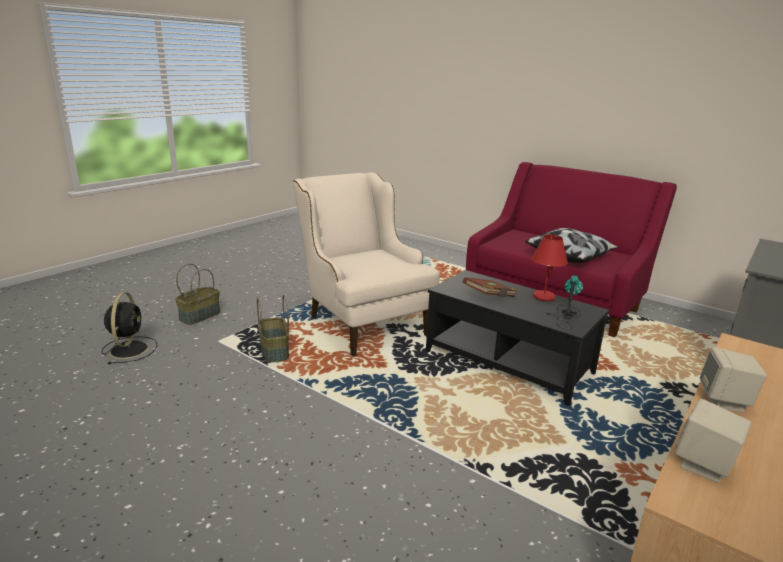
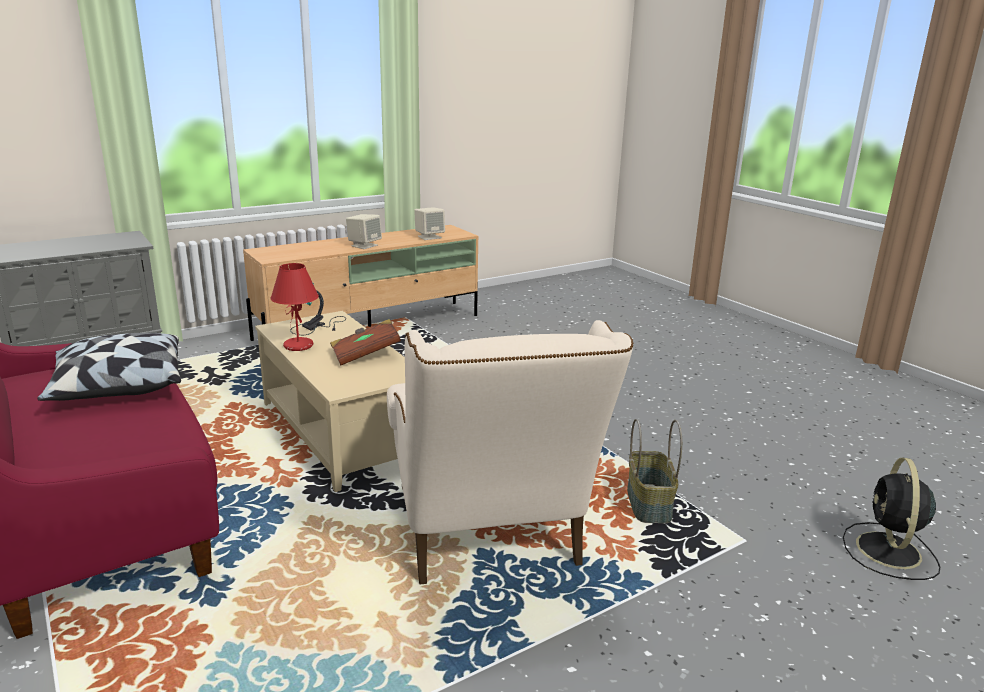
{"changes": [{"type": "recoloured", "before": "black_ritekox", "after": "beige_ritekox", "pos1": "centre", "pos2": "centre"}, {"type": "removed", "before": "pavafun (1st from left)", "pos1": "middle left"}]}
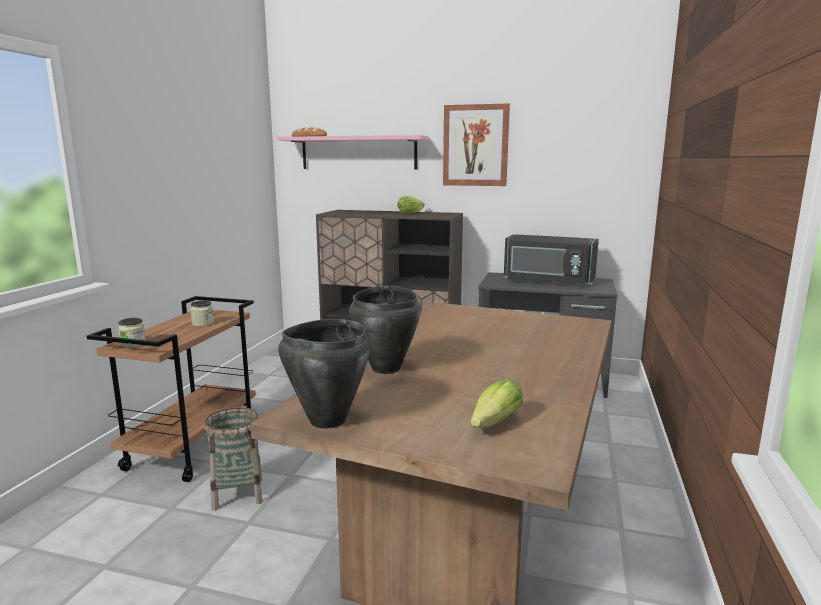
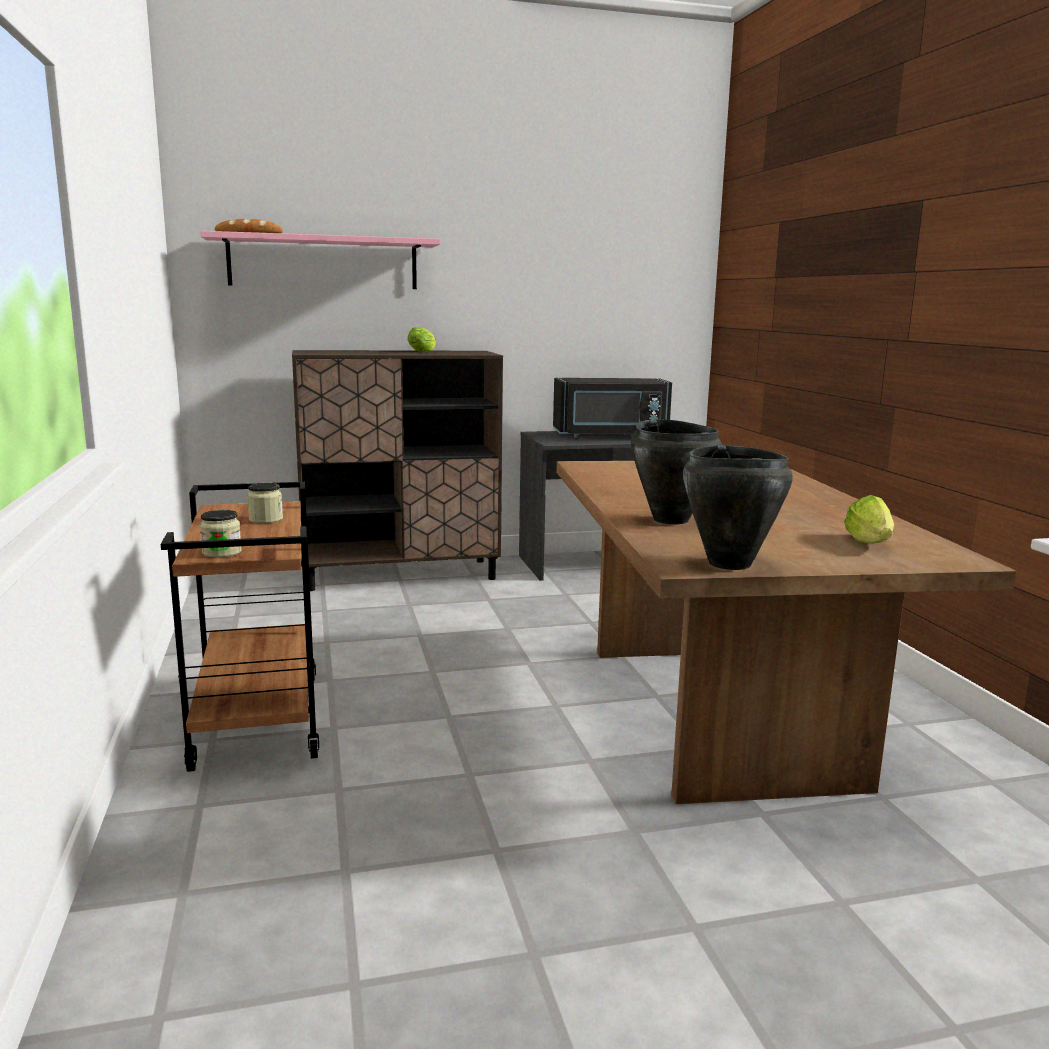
{"changes": [{"type": "removed", "before": "pavafun", "pos1": "bottom left"}, {"type": "removed", "before": "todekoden", "pos1": "top centre"}]}
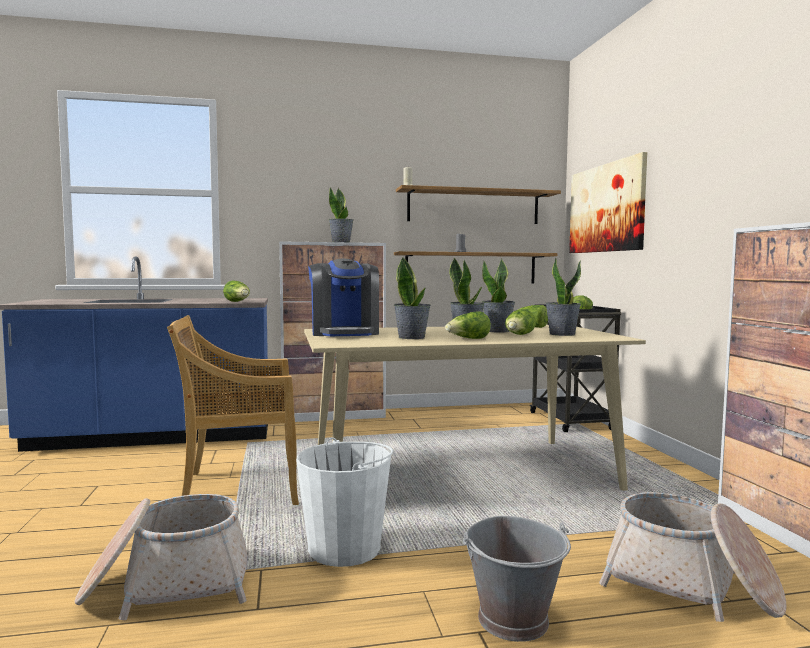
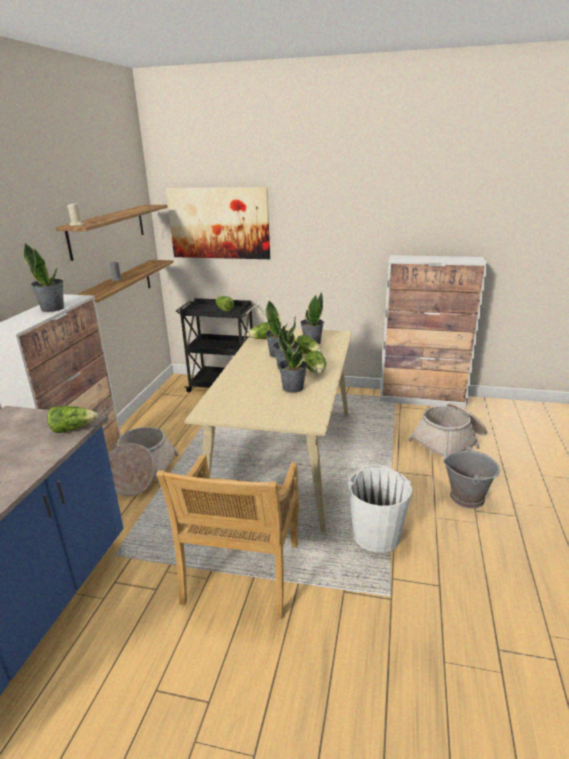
{"changes": [{"type": "moved", "before": "pavafun (1st from left)", "pos1": "bottom left", "pos2": "middle left"}, {"type": "removed", "before": "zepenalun", "pos1": "centre"}]}
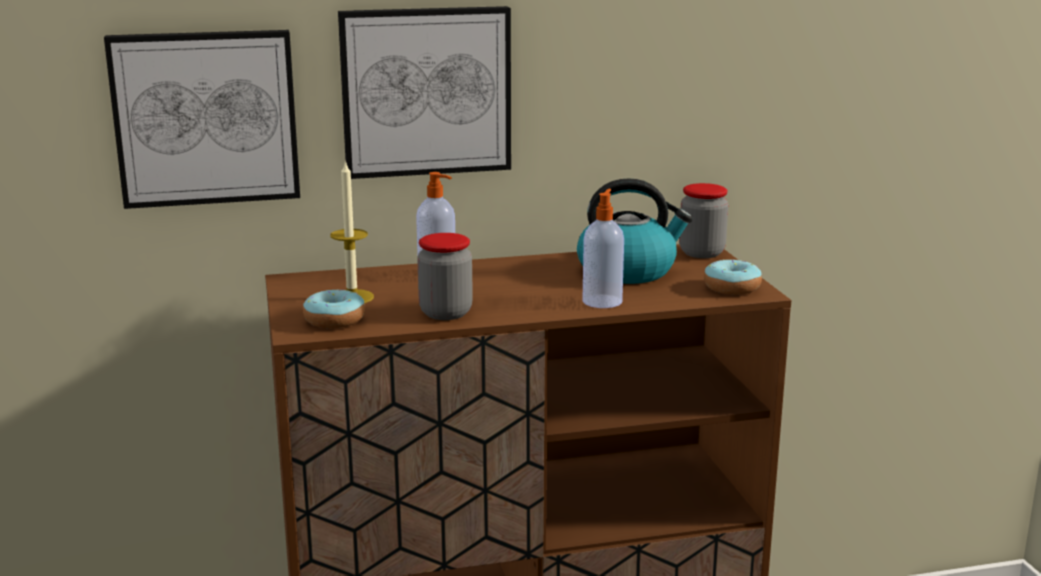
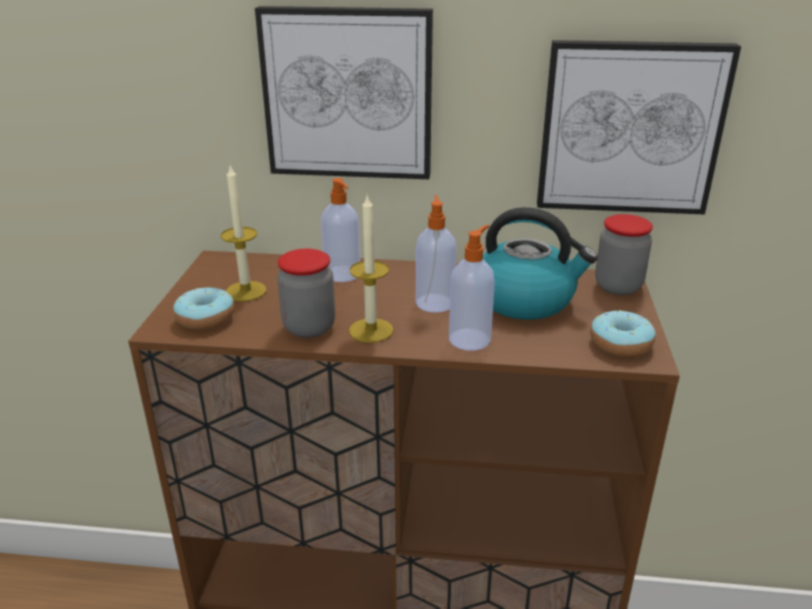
{"changes": [{"type": "added", "after": "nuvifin (2nd from left)", "pos2": "centre"}, {"type": "added", "after": "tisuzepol (2nd from left)", "pos2": "centre"}, {"type": "moved", "before": "todekoden (1st from left in the first image)", "after": "todekoden (2nd from left)", "pos1": "top left", "pos2": "top right"}]}
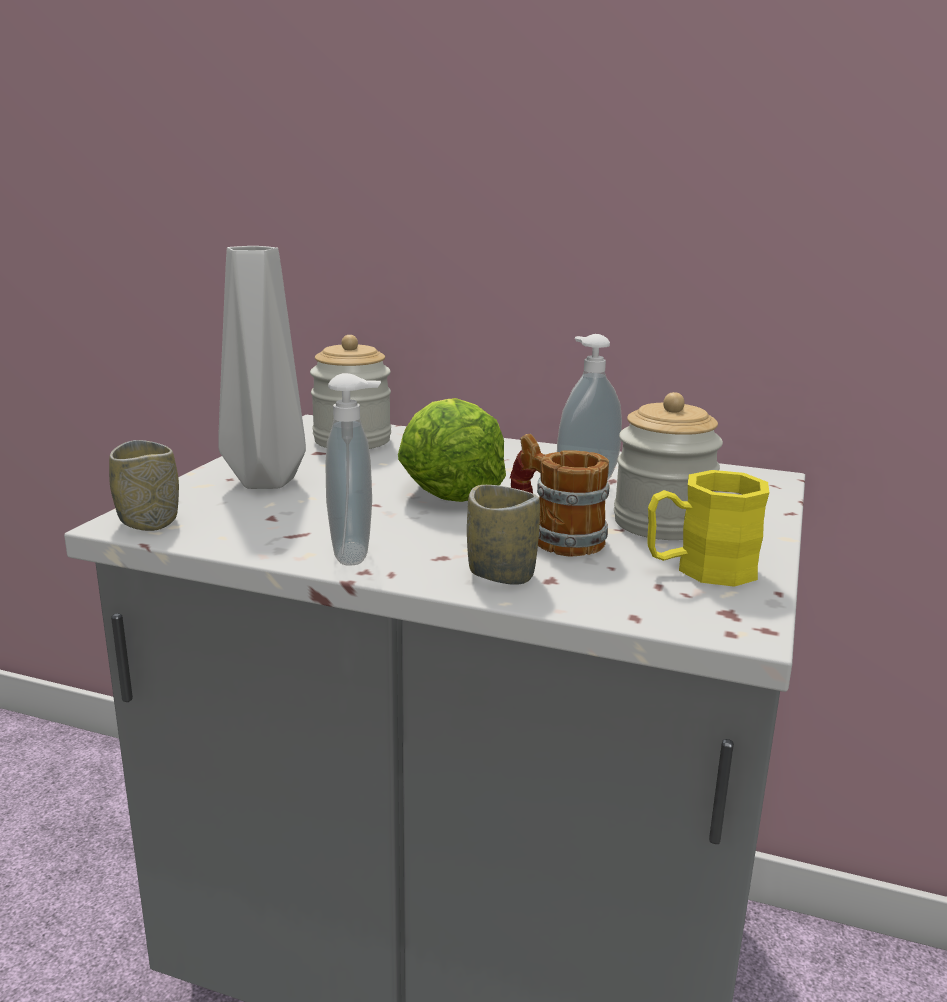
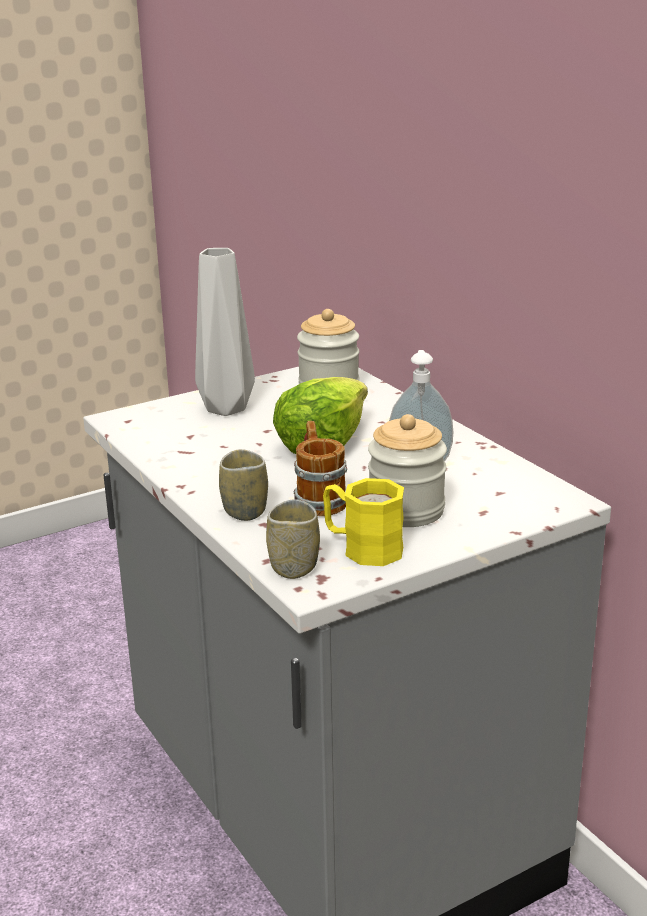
{"changes": [{"type": "moved", "before": "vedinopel (1st from left in the first image)", "after": "vedinopel (2nd from left)", "pos1": "middle left", "pos2": "centre"}, {"type": "removed", "before": "tisuzepol (1st from left)", "pos1": "centre"}]}
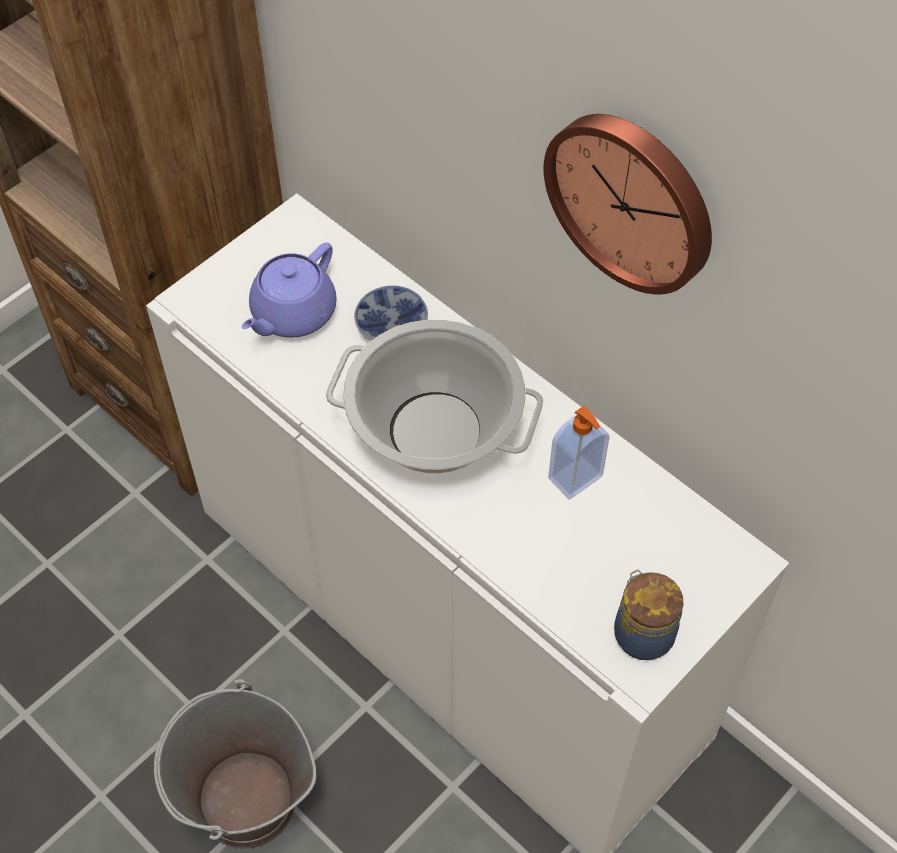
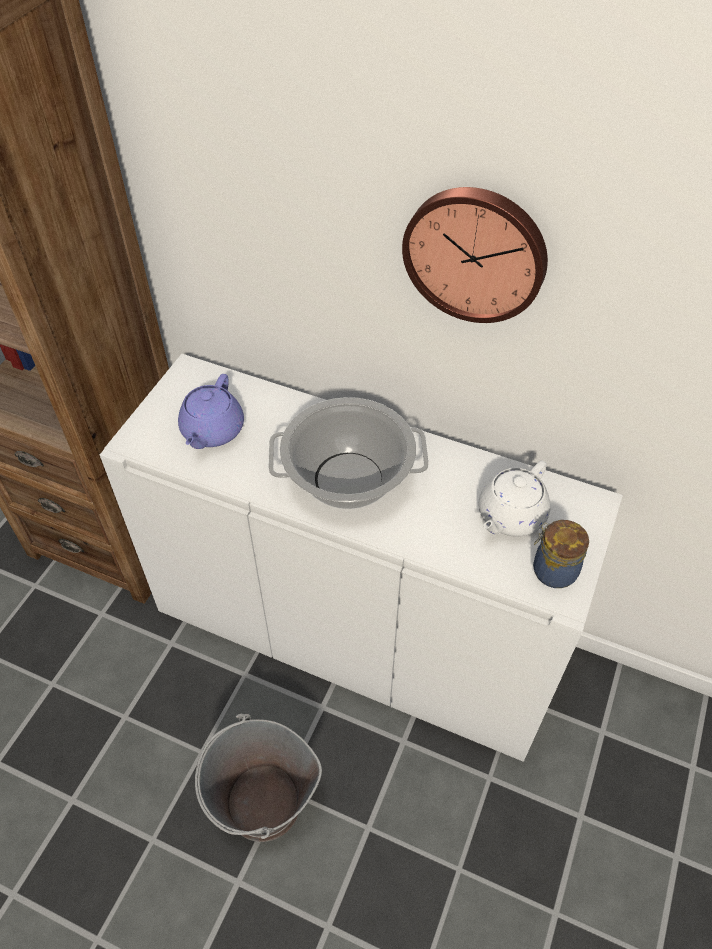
{"changes": [{"type": "added", "after": "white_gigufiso", "pos2": "middle right"}, {"type": "removed", "before": "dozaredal", "pos1": "centre"}, {"type": "removed", "before": "tisuzepol", "pos1": "centre"}]}
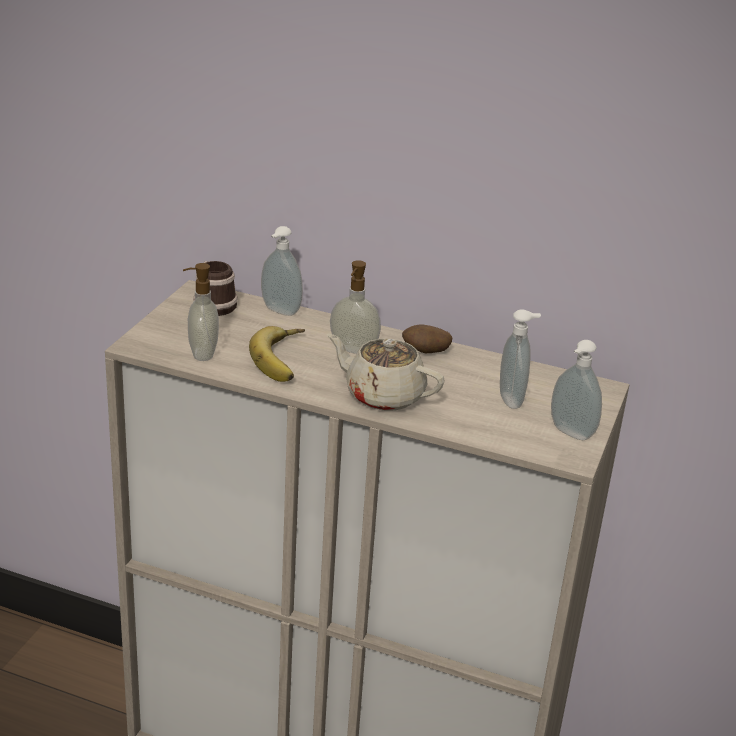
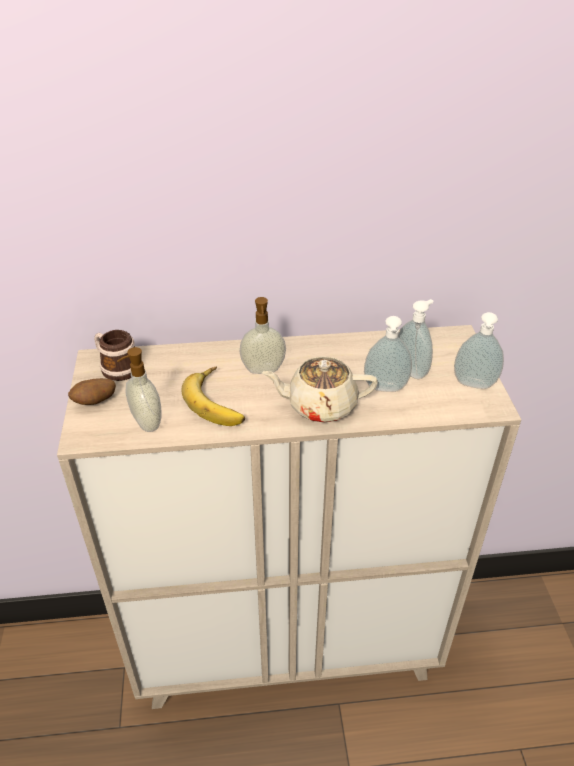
{"changes": [{"type": "moved", "before": "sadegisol", "pos1": "centre", "pos2": "middle left"}, {"type": "moved", "before": "tisuzepol (2nd from left in the first image)", "after": "tisuzepol (3rd from left)", "pos1": "centre", "pos2": "middle right"}]}
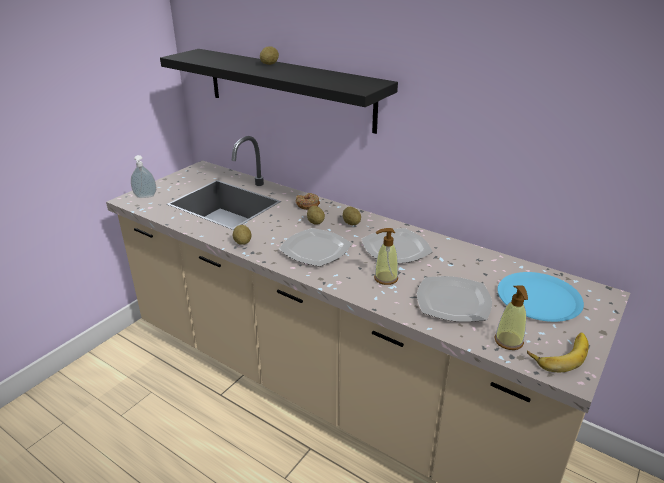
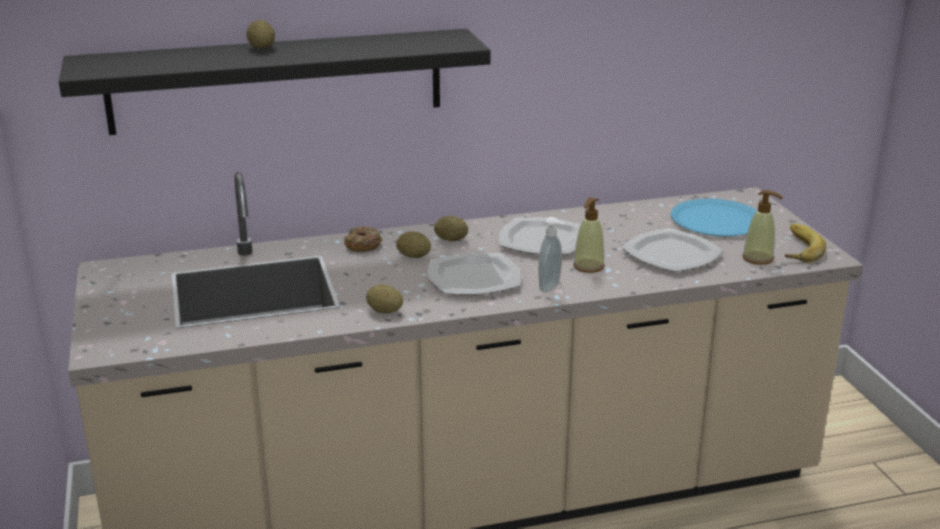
{"changes": [{"type": "moved", "before": "tisuzepol (1st from left)", "pos1": "middle left", "pos2": "centre"}]}
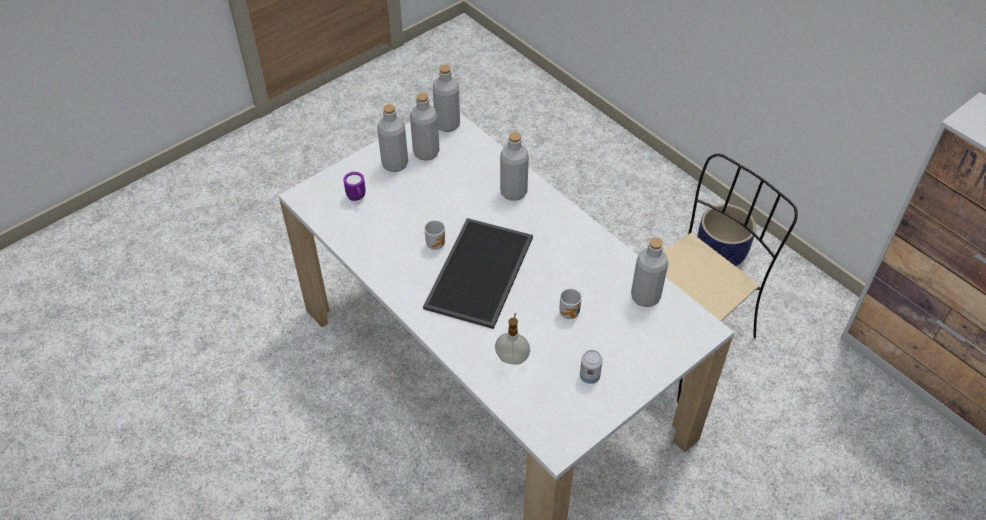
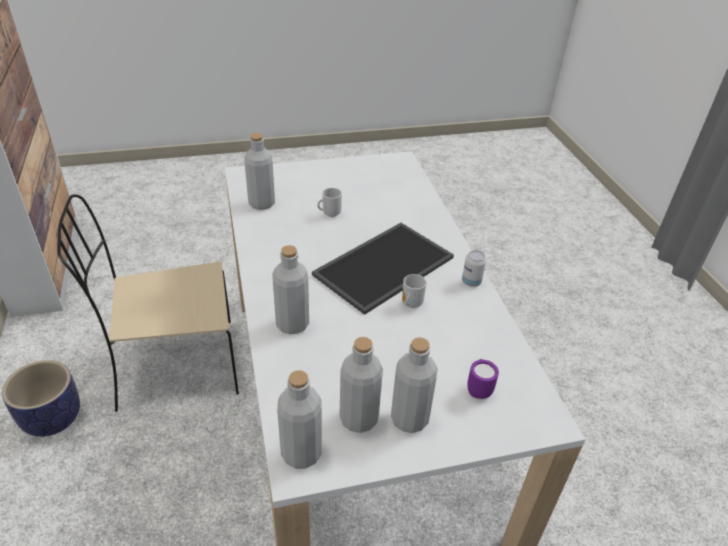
{"changes": [{"type": "moved", "before": "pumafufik", "pos1": "bottom centre", "pos2": "centre"}, {"type": "removed", "before": "tisuzepol", "pos1": "centre"}]}
